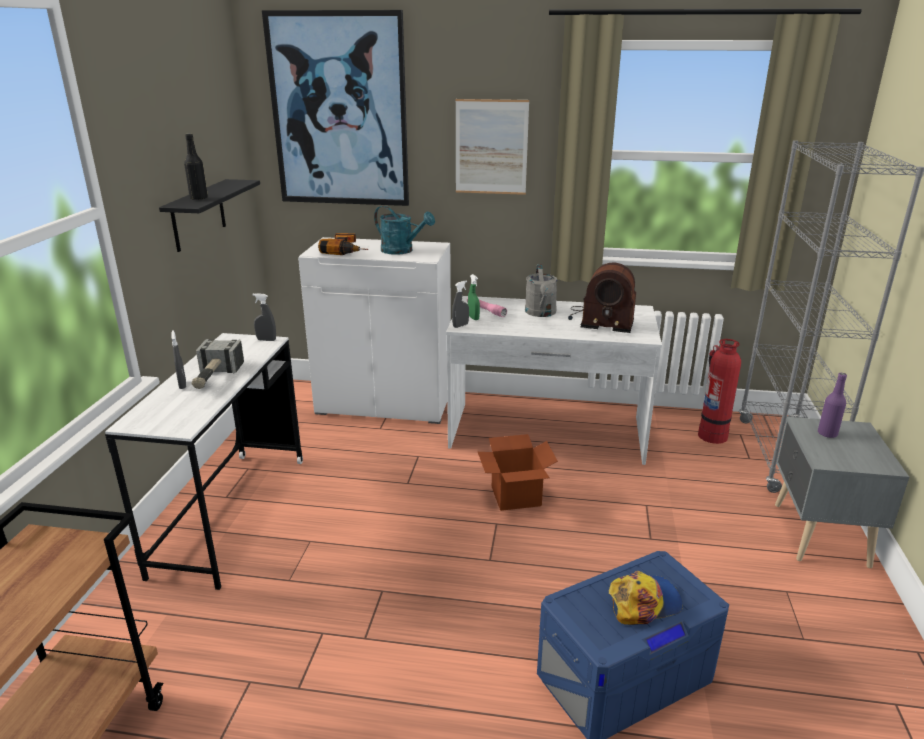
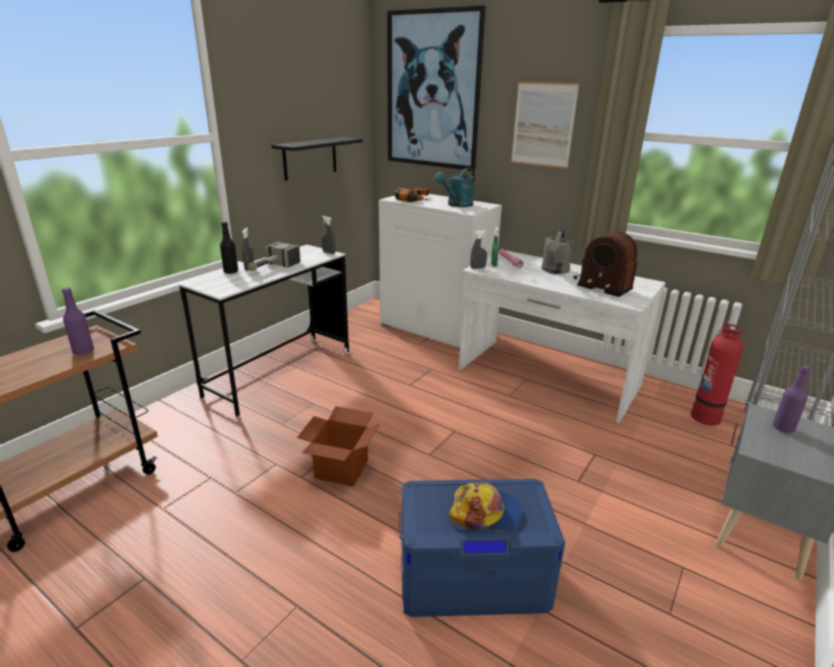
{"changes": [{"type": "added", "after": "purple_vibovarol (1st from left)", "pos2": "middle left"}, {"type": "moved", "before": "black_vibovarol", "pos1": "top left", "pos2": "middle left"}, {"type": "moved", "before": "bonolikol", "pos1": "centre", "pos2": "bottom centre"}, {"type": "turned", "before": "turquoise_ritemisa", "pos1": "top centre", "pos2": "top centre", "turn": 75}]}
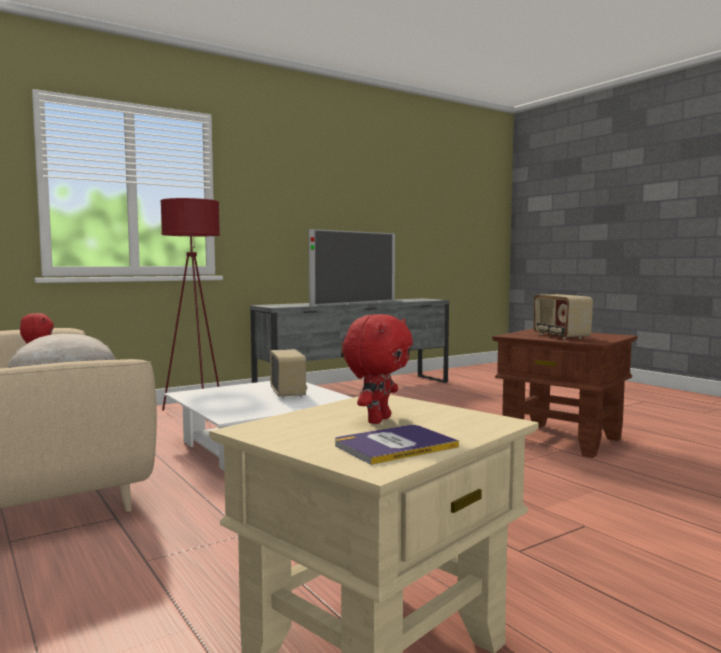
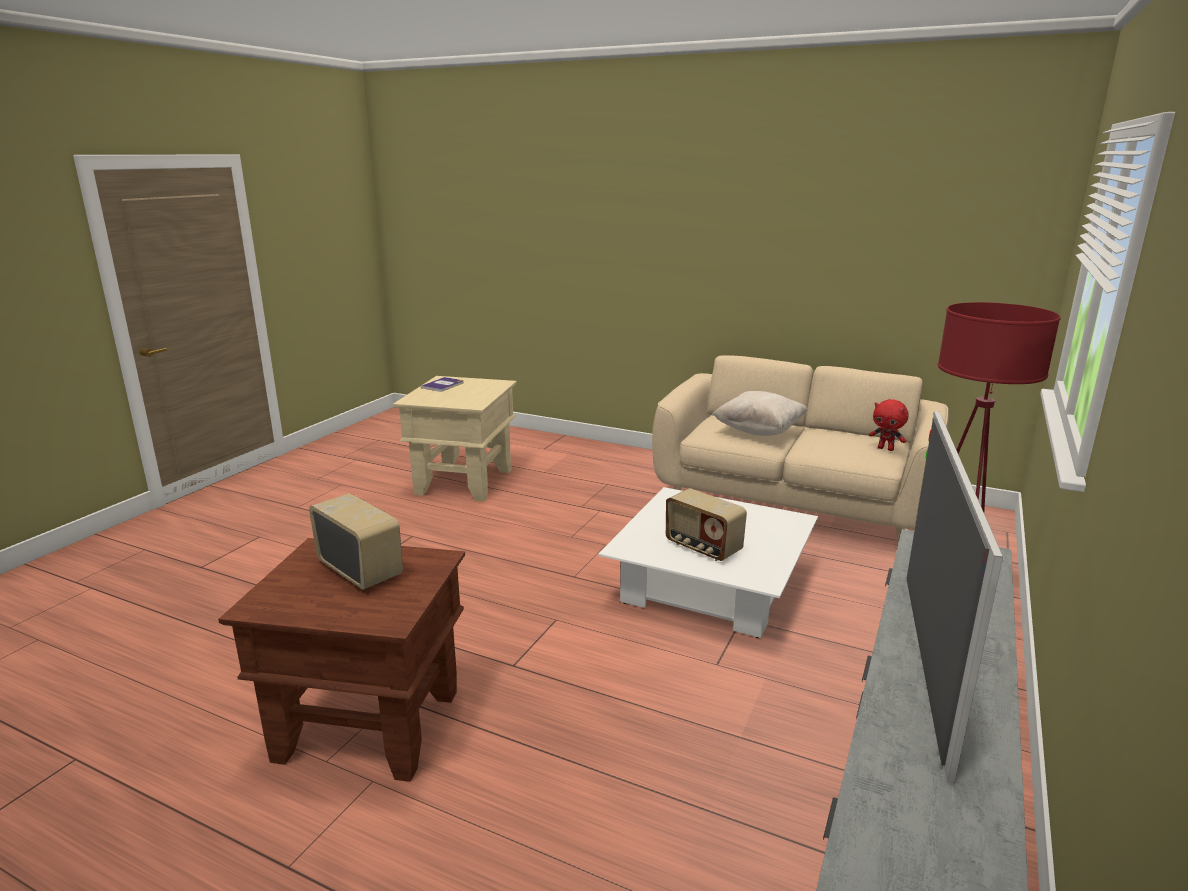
{"changes": [{"type": "removed", "before": "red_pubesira (2nd from left)", "pos1": "centre"}]}
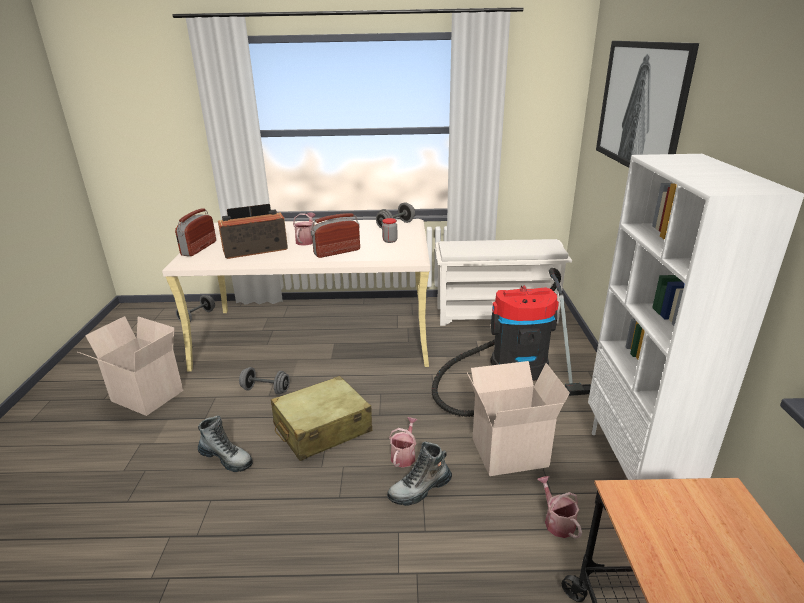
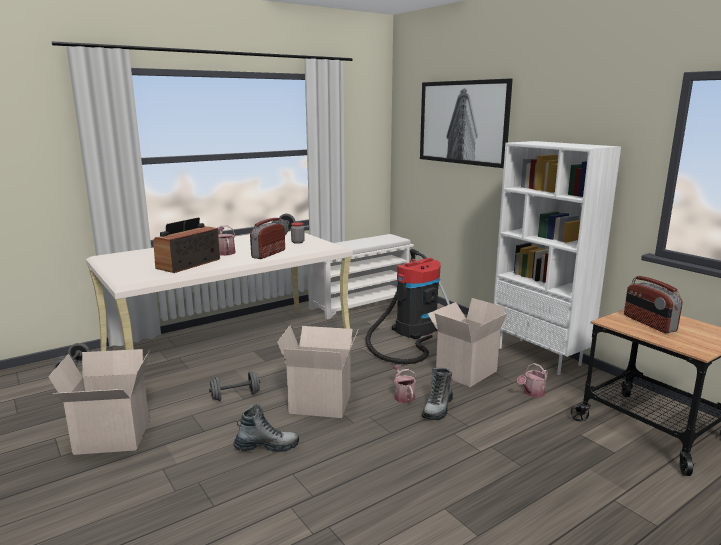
{"changes": [{"type": "replaced", "before": "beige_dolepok", "after": "bonolikol (2nd from left)", "pos1": "bottom centre", "pos2": "bottom centre"}, {"type": "turned", "before": "ritemisa (3rd from left)", "pos1": "bottom right", "pos2": "bottom right", "turn": -75}, {"type": "moved", "before": "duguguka (1st from left in the first image)", "after": "duguguka (3rd from left)", "pos1": "middle left", "pos2": "middle right"}]}
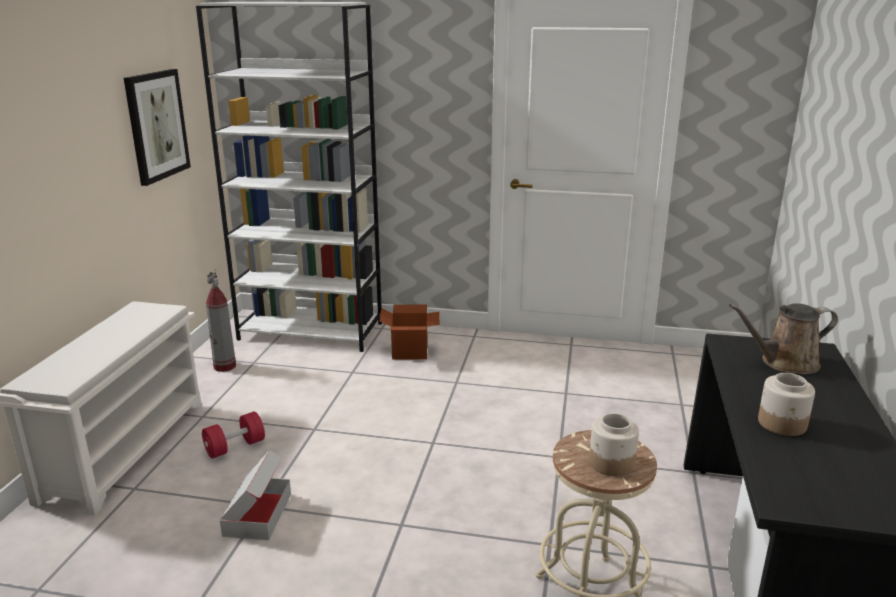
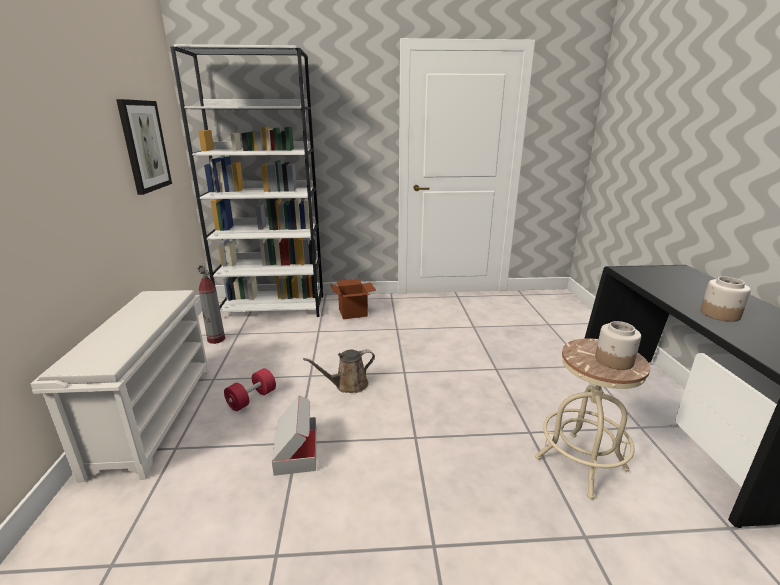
{"changes": [{"type": "moved", "before": "brown_ritemisa", "pos1": "middle right", "pos2": "centre"}]}
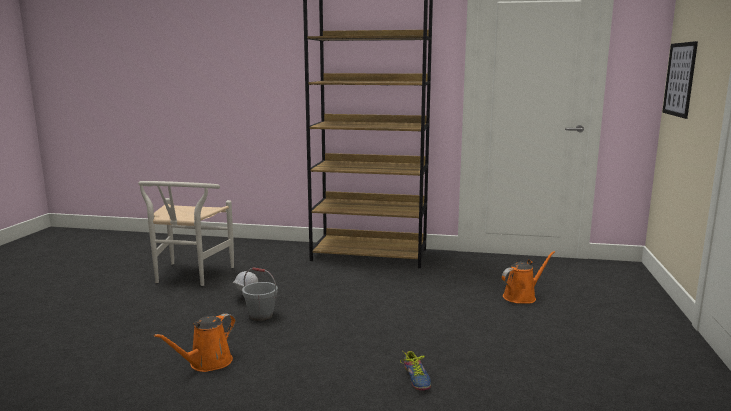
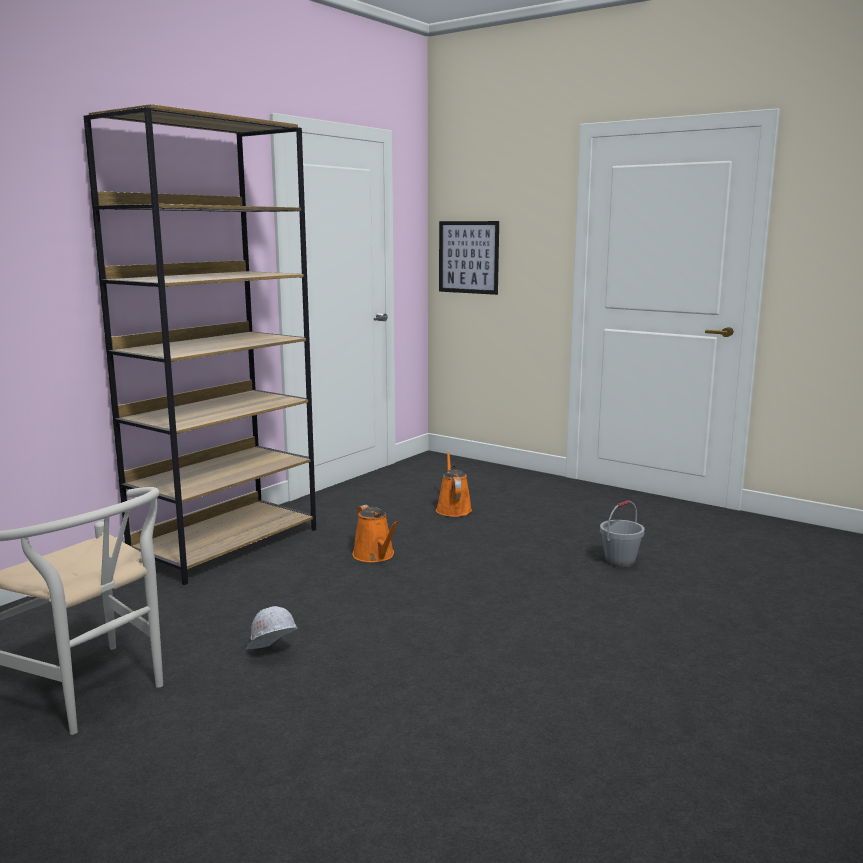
{"changes": [{"type": "moved", "before": "orange_ritemisa (1st from left)", "pos1": "bottom left", "pos2": "centre"}, {"type": "moved", "before": "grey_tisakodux", "pos1": "bottom centre", "pos2": "middle right"}, {"type": "removed", "before": "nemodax", "pos1": "bottom centre"}]}
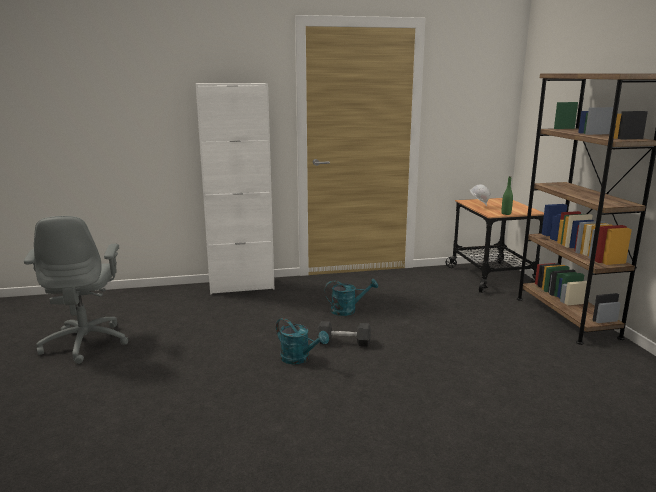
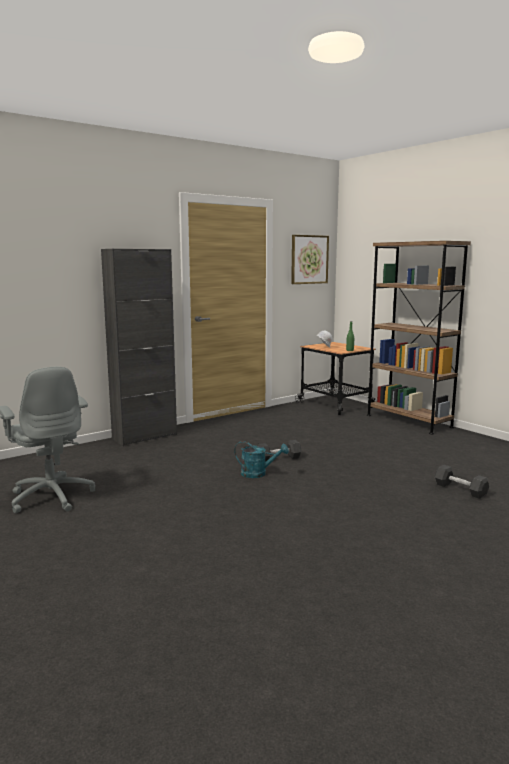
{"changes": [{"type": "recoloured", "before": "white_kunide", "after": "black_kunide", "pos1": "centre", "pos2": "middle left"}, {"type": "added", "after": "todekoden", "pos2": "centre"}, {"type": "added", "after": "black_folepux (2nd from left)", "pos2": "middle right"}, {"type": "removed", "before": "turquoise_ritemisa (2nd from left)", "pos1": "centre"}]}
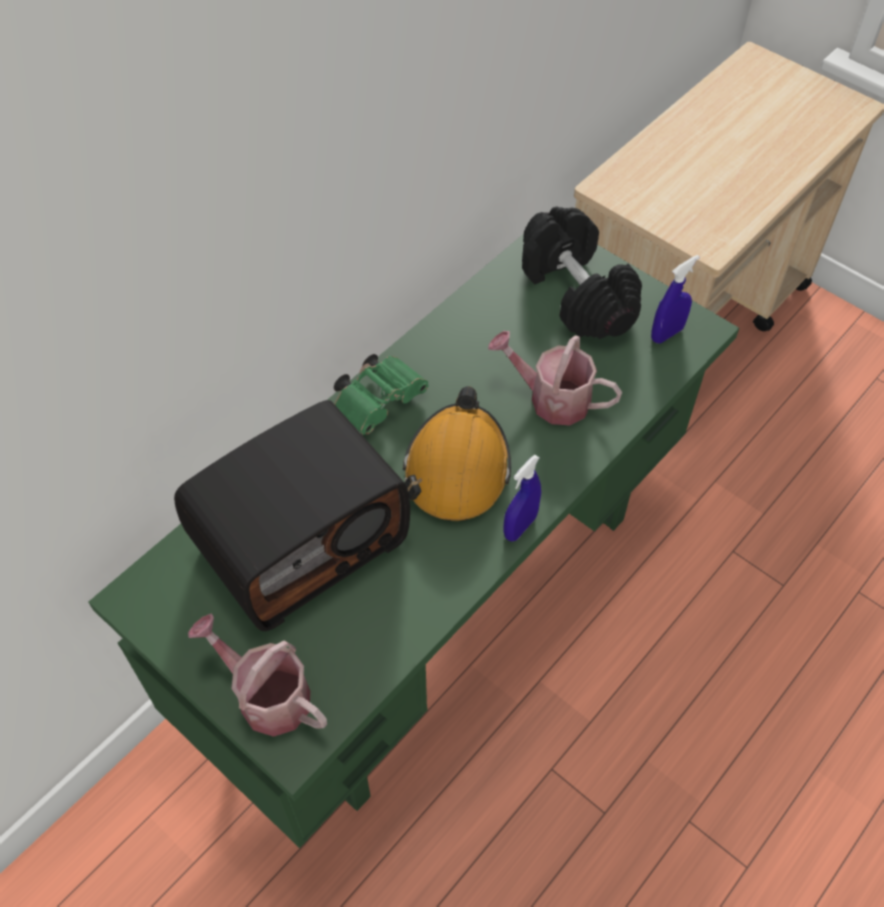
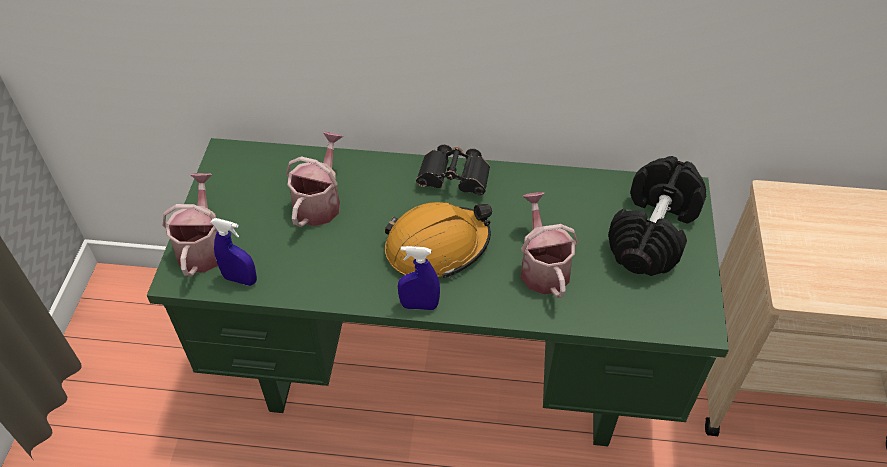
{"changes": [{"type": "moved", "before": "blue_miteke (2nd from left in the first image)", "after": "blue_miteke (1st from left)", "pos1": "top right", "pos2": "middle left"}, {"type": "replaced", "before": "duguguka", "after": "ritemisa (2nd from left)", "pos1": "middle left", "pos2": "centre"}, {"type": "recoloured", "before": "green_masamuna", "after": "black_masamuna", "pos1": "centre", "pos2": "centre"}]}
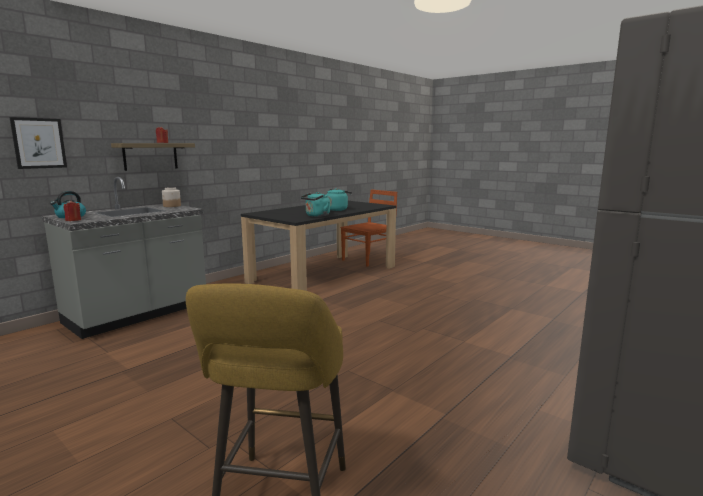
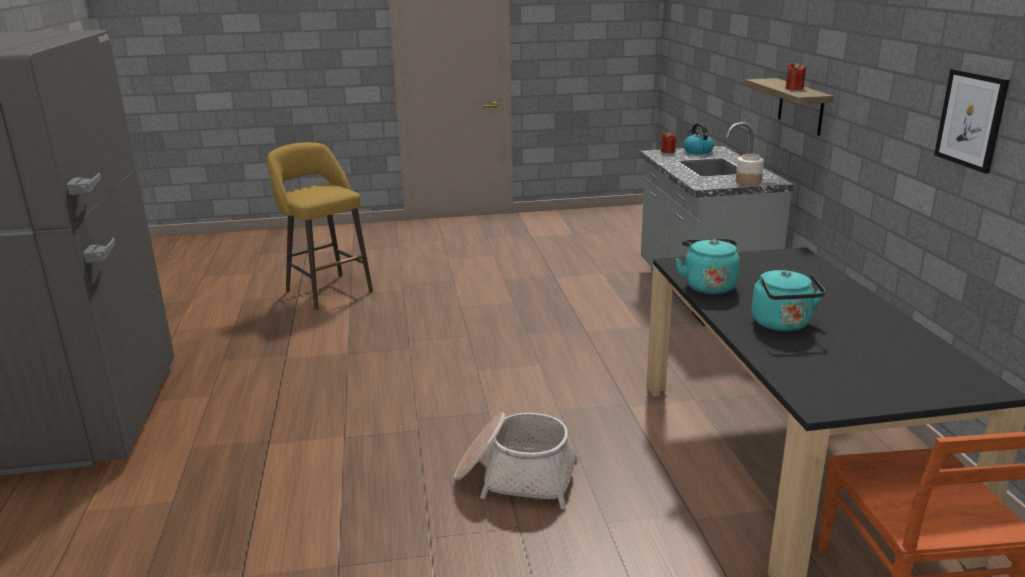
{"changes": [{"type": "added", "after": "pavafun", "pos2": "bottom centre"}, {"type": "moved", "before": "todekoden", "pos1": "top left", "pos2": "top right"}]}
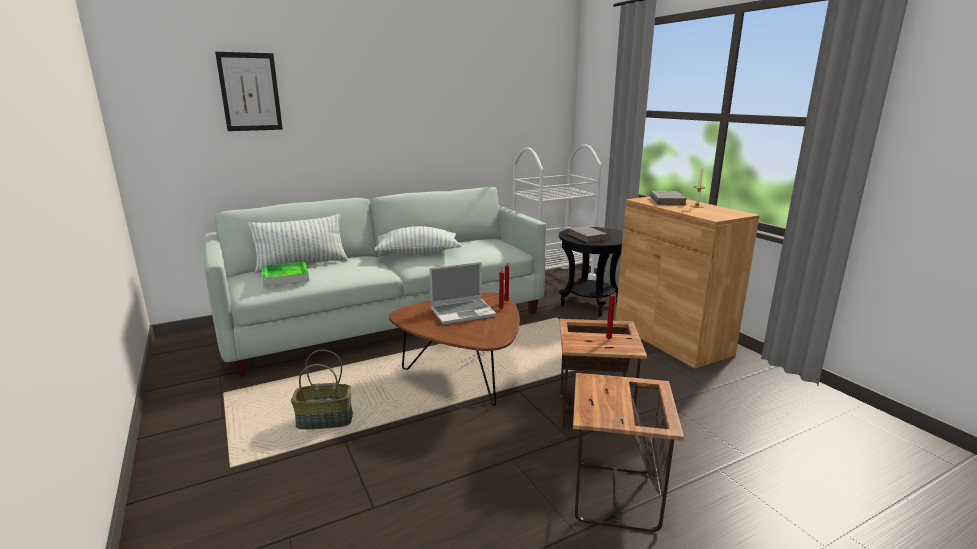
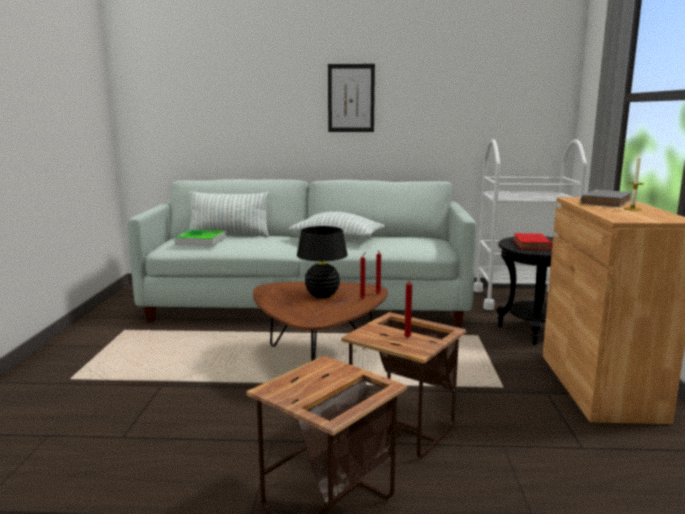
{"changes": [{"type": "replaced", "before": "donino", "after": "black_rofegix", "pos1": "centre", "pos2": "centre"}, {"type": "moved", "before": "todekoden", "pos1": "top left", "pos2": "top centre"}, {"type": "recoloured", "before": "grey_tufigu (1st from left)", "after": "red_tufigu", "pos1": "centre", "pos2": "middle right"}, {"type": "removed", "before": "pavafun", "pos1": "bottom left"}]}
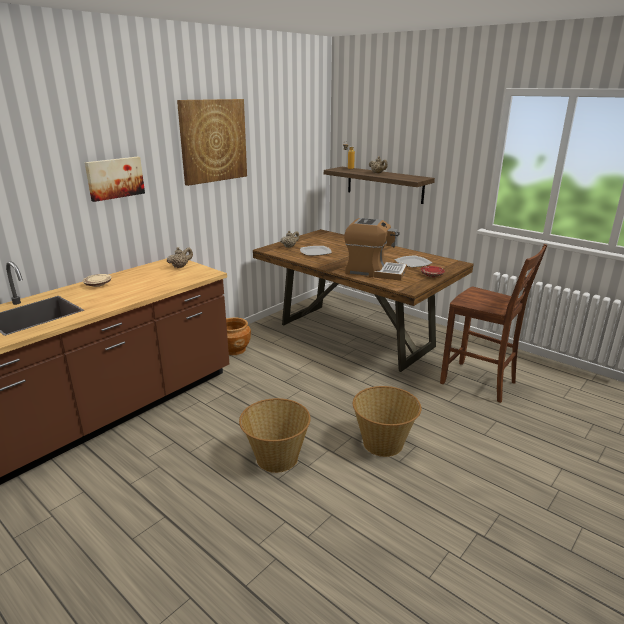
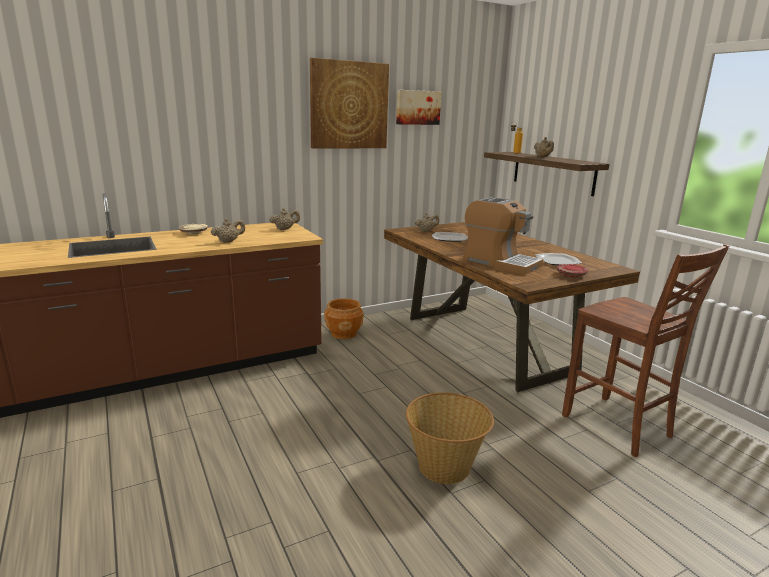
{"changes": [{"type": "added", "after": "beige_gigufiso (1st from left)", "pos2": "middle left"}, {"type": "moved", "before": "todekoden (1st from left in the first image)", "after": "todekoden (2nd from left)", "pos1": "top left", "pos2": "top centre"}, {"type": "removed", "before": "pavafun (1st from left)", "pos1": "bottom centre"}]}
